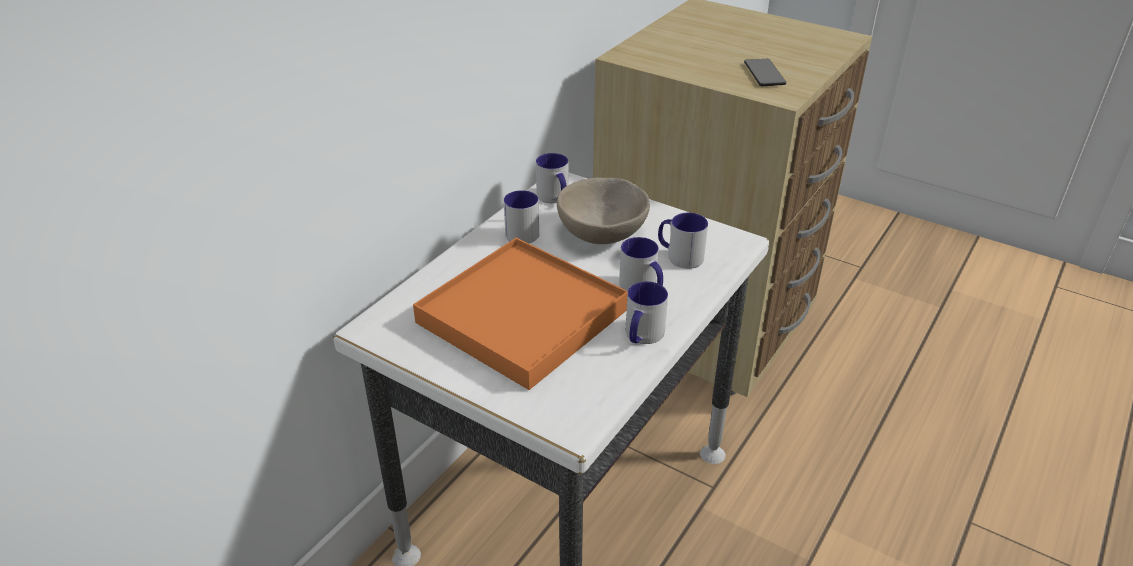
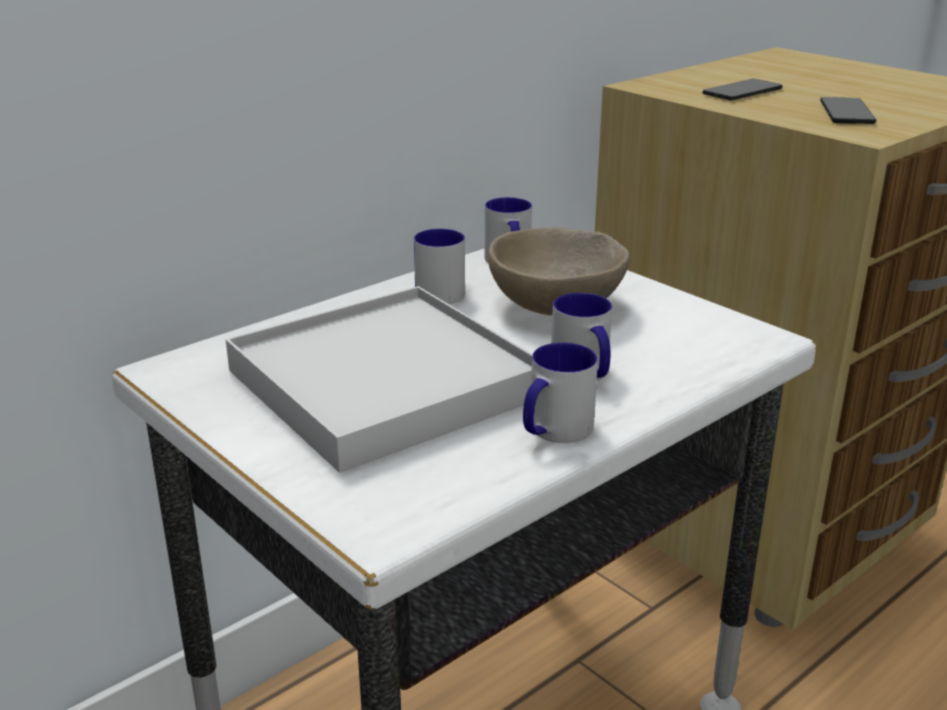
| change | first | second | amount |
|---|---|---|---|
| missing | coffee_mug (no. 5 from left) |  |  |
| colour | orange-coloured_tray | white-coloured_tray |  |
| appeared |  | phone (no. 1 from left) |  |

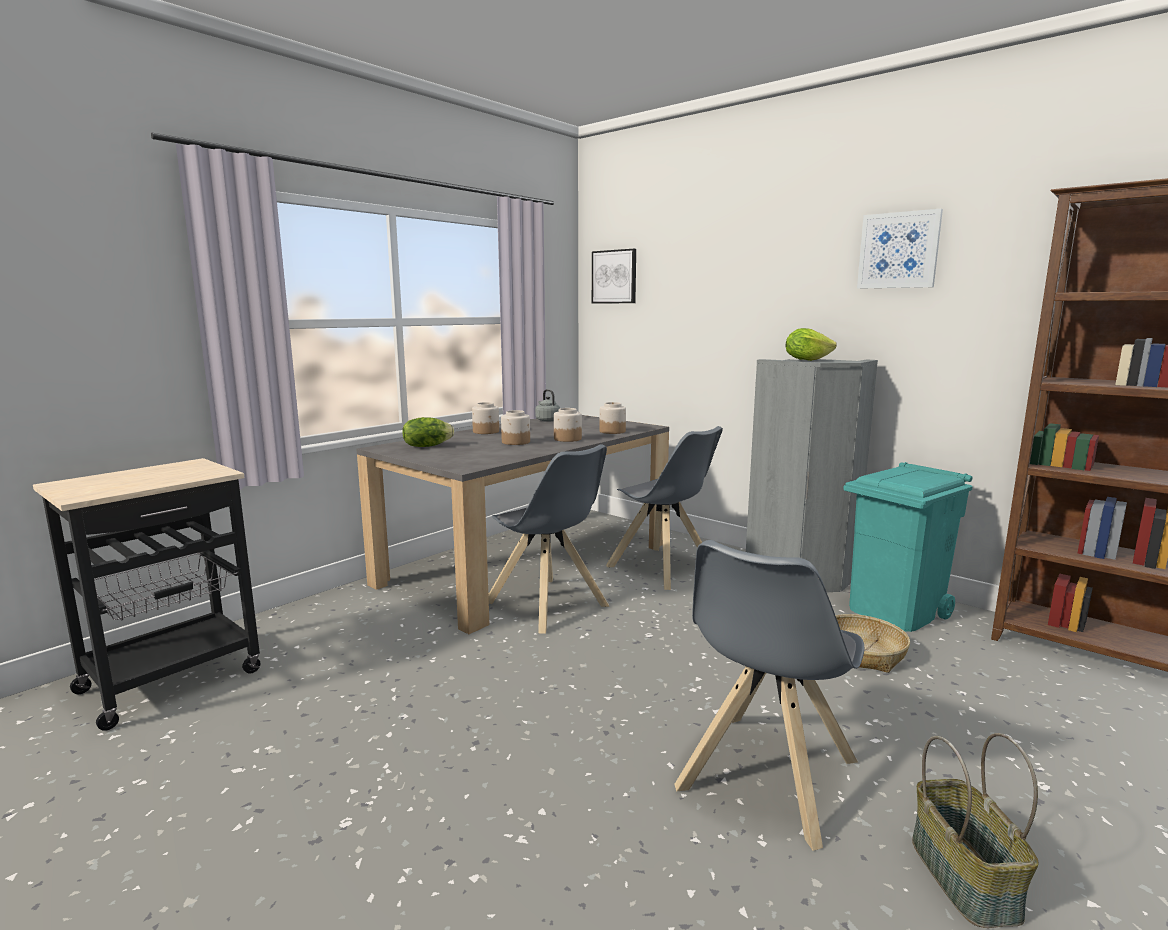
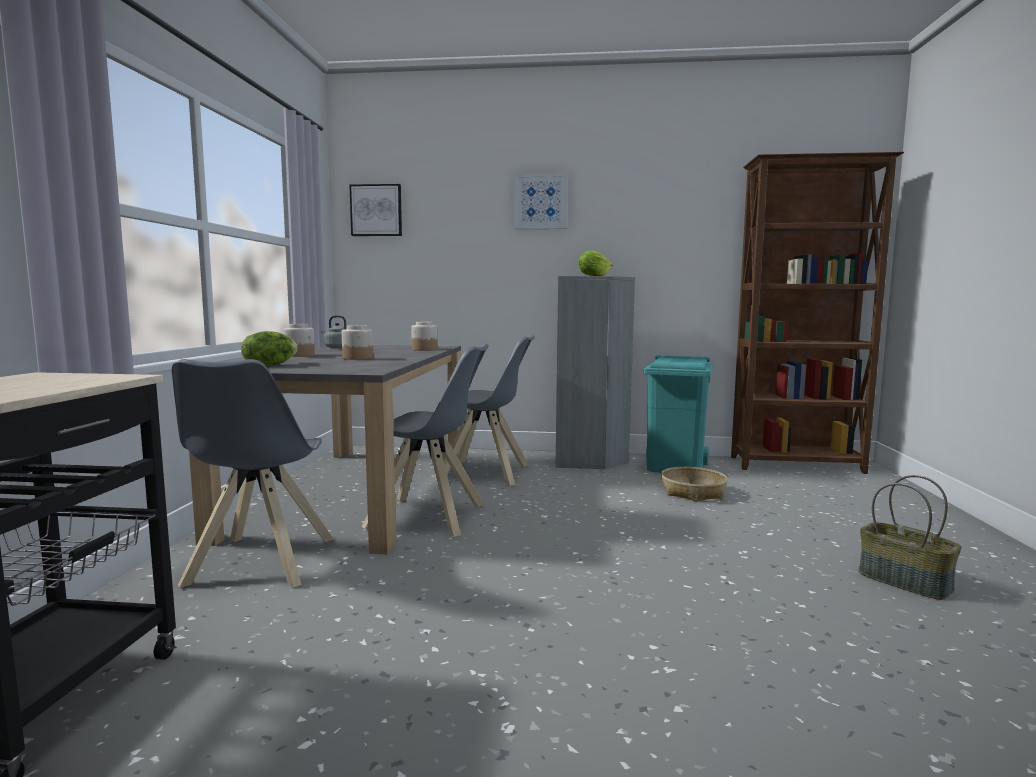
| change | first | second | amount |
|---|---|---|---|
| relocated | picture (no. 2 from left) |  |  |
| missing | storage_jar (no. 3 from left) |  |  |
| relocated | grey_upright_chair (no. 3 from left in the first image) | grey_upright_chair (no. 1 from left) |  |

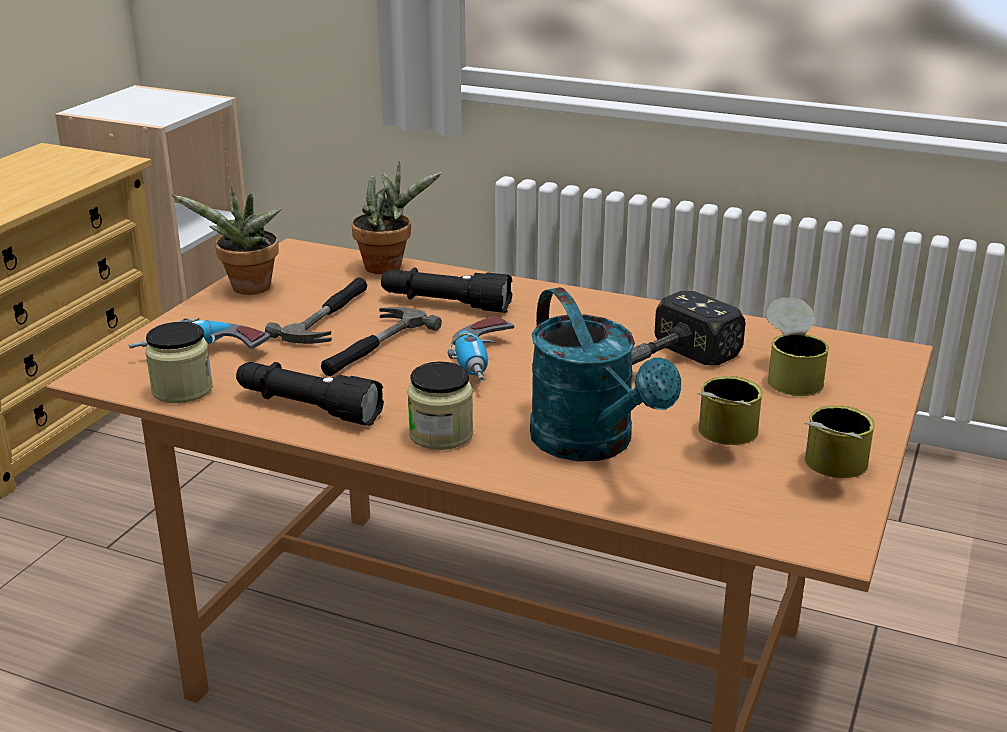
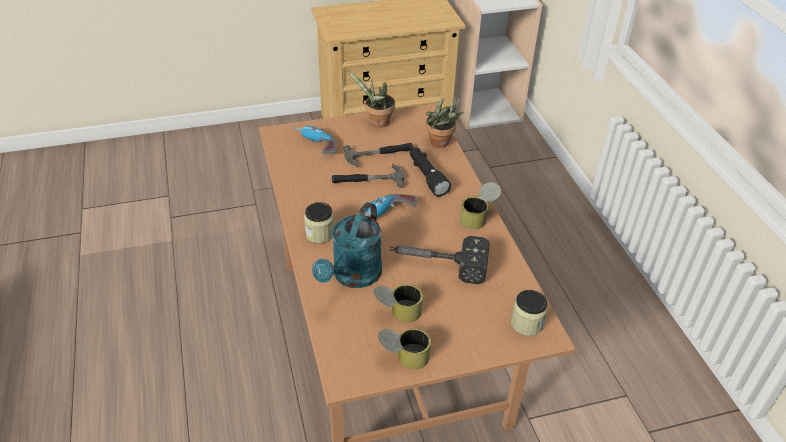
| change | first | second | amount |
|---|---|---|---|
| relocated | metal_can (no. 2 from left in the first image) | metal_can (no. 3 from left) |  |
| relocated | storage_jar (no. 1 from left in the first image) | storage_jar (no. 2 from left) |  |
| missing | black-coloured_flashlight (no. 1 from left) |  |  |

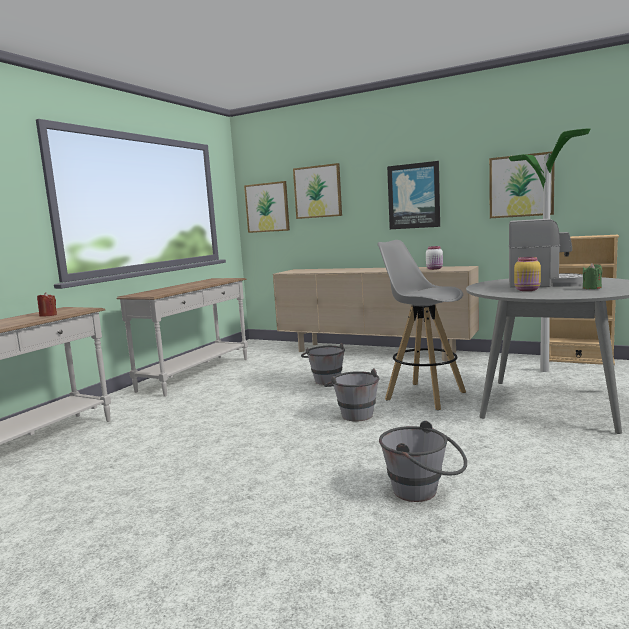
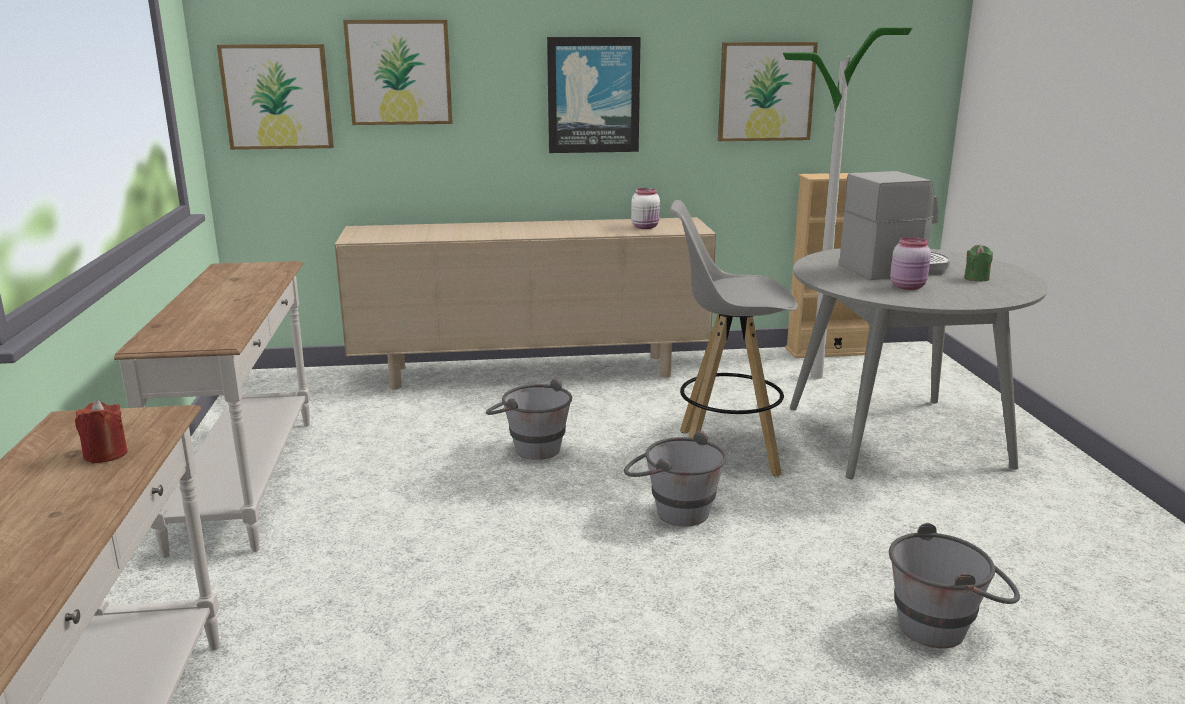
| change | first | second | amount |
|---|---|---|---|
| colour | yellow_storage_jar | pink_storage_jar |  |

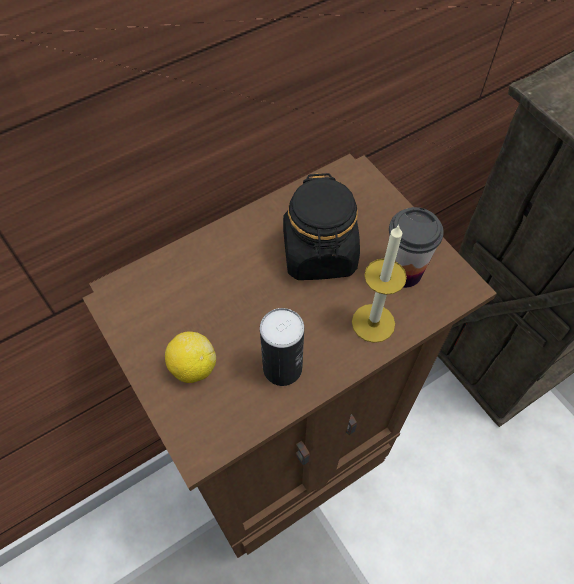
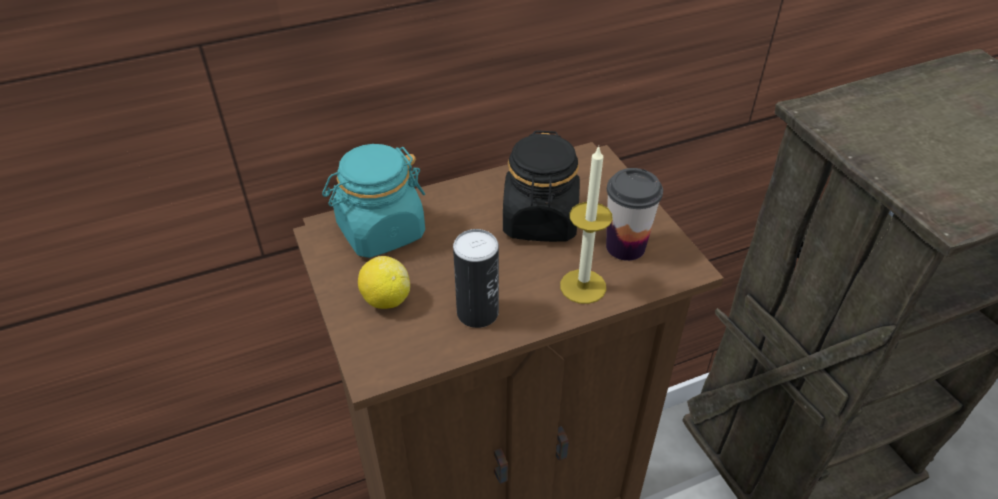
| change | first | second | amount |
|---|---|---|---|
| appeared |  | turquoise-coloured_storage_jar |  |

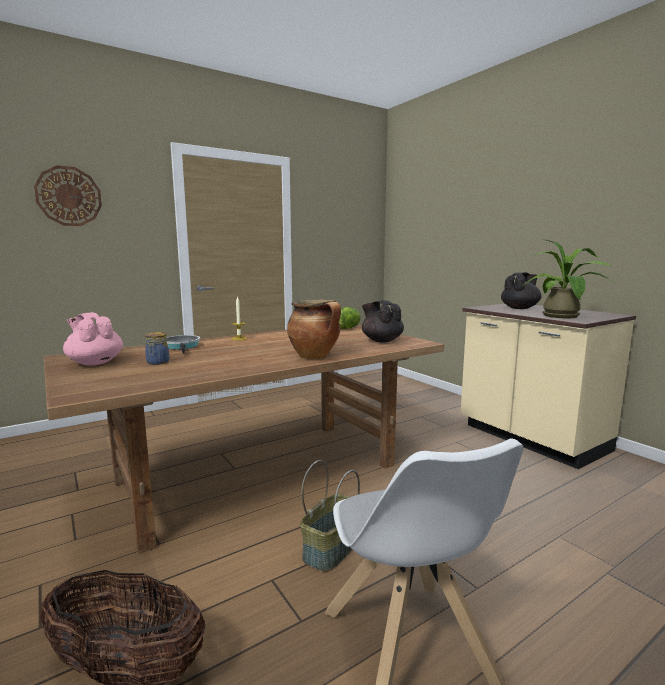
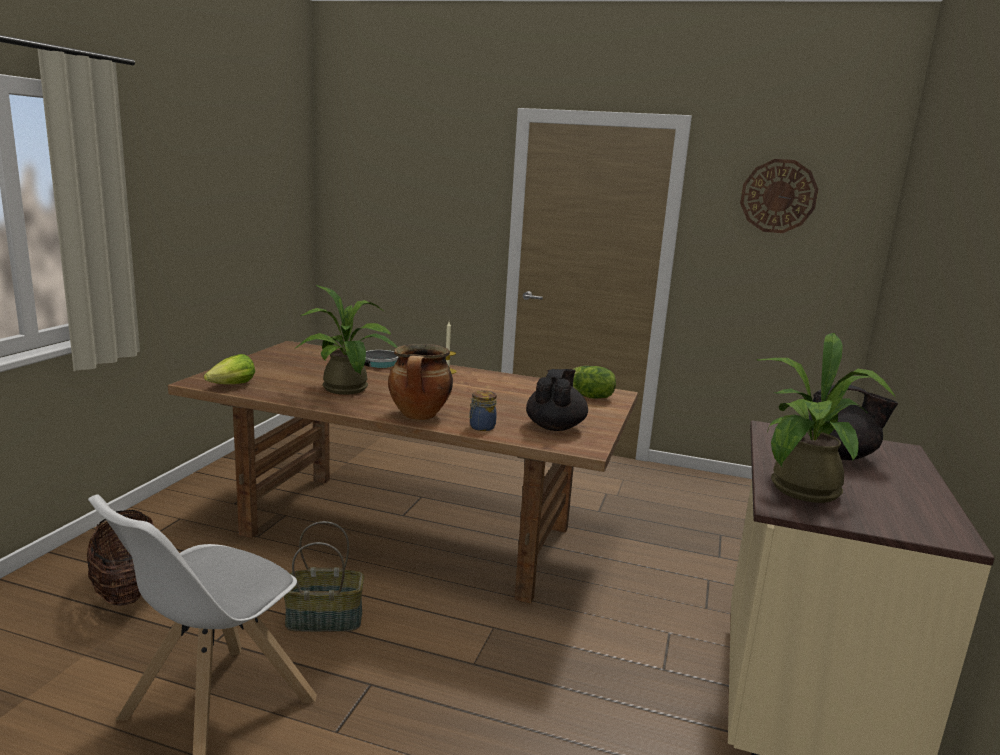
| change | first | second | amount |
|---|---|---|---|
| relocated | clock_on_the_wall |  |  |
| missing | pink_tea_pot |  |  |
| relocated | storage_jar |  |  |
| appeared |  | potted_plant (no. 1 from left) |  |
| appeared |  | lettuce_head (no. 1 from left) |  |

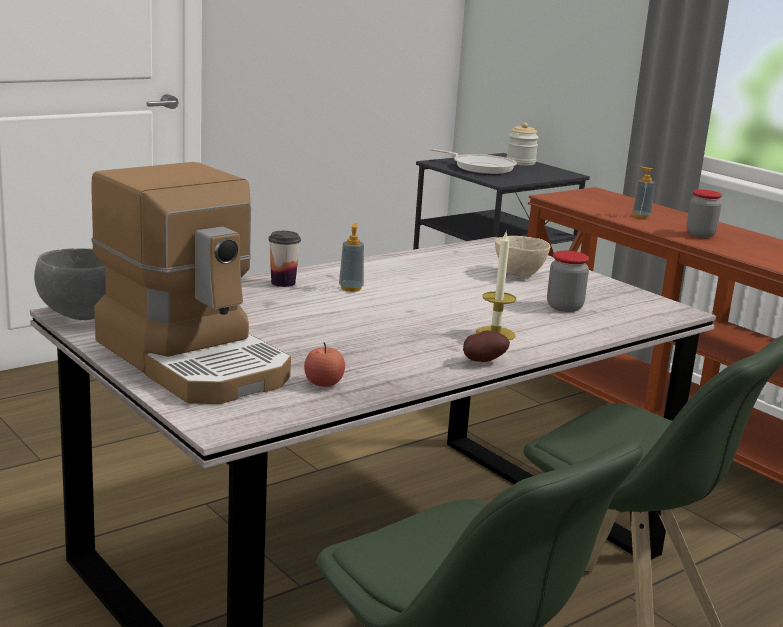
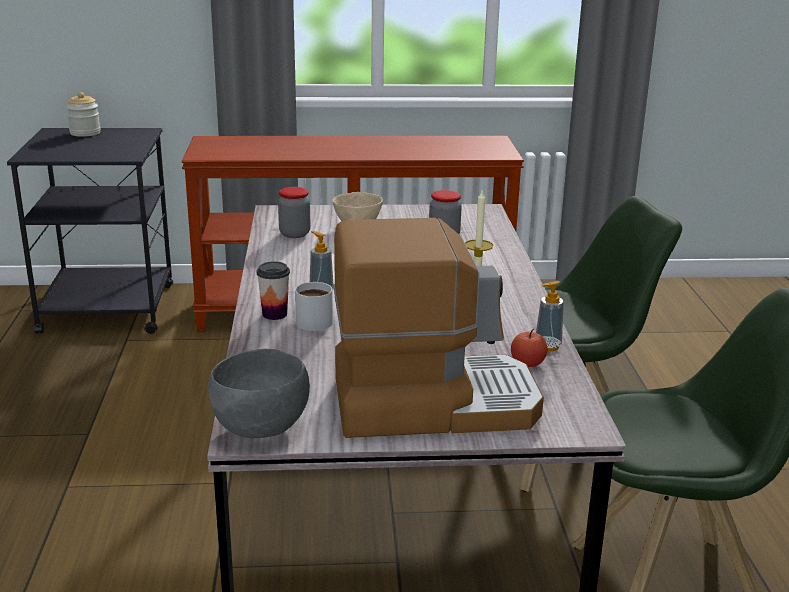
| change | first | second | amount |
|---|---|---|---|
| missing | skillet |  |  |
| relocated | soap_dispenser (no. 2 from left) |  |  |
| relocated | storage_jar (no. 3 from left in the first image) | storage_jar (no. 2 from left) |  |
| missing | potato |  |  |
| appeared |  | white-coloured_coffee_mug |  |

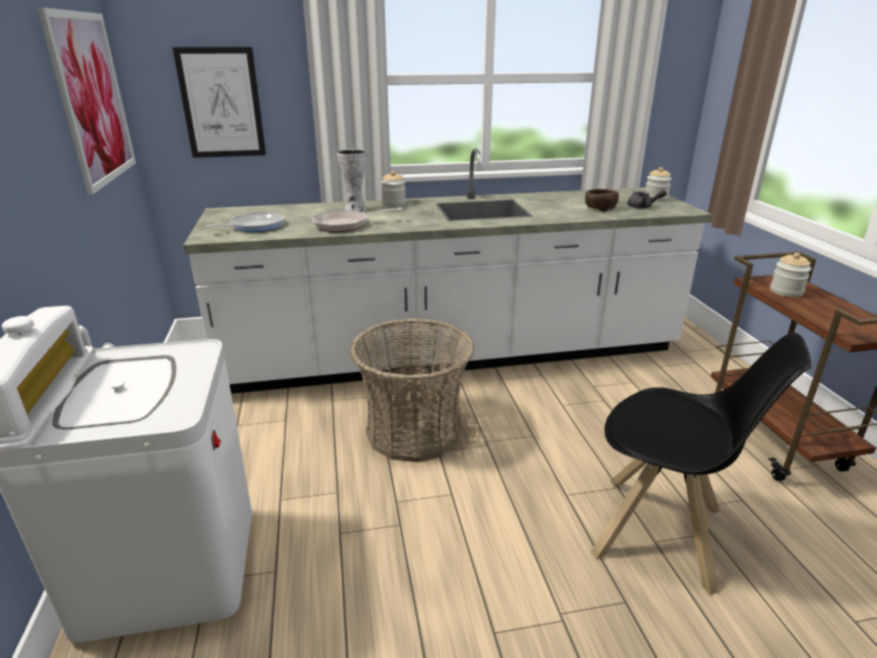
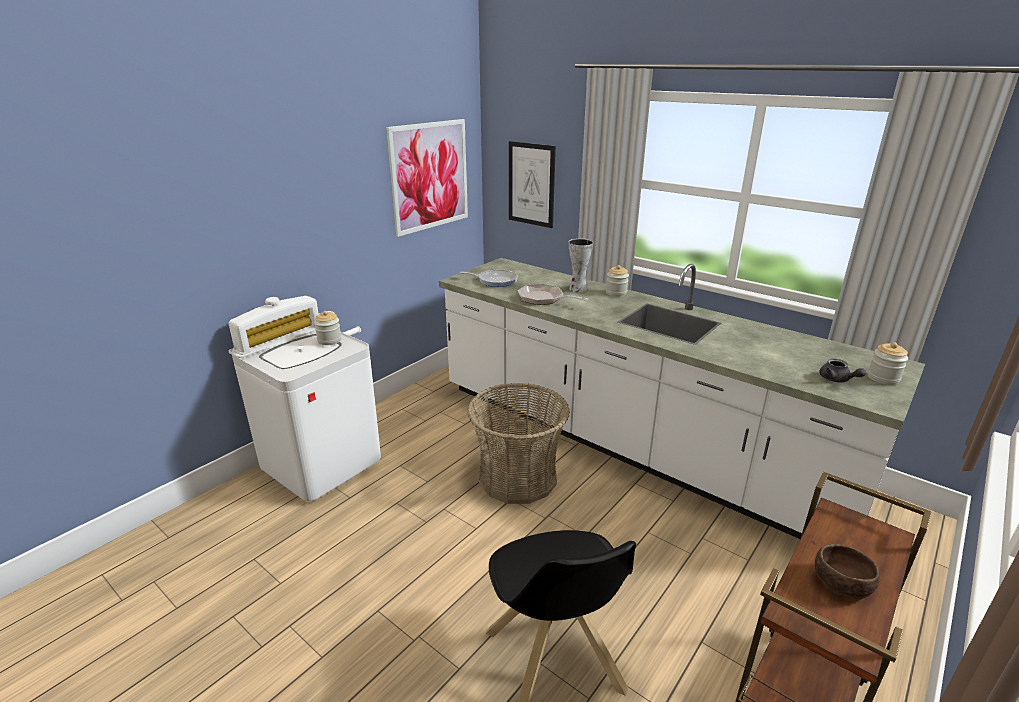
| change | first | second | amount |
|---|---|---|---|
| relocated | brown_bowl |  |  |
| relocated | storage_jar (no. 3 from left in the first image) | storage_jar (no. 1 from left) |  |

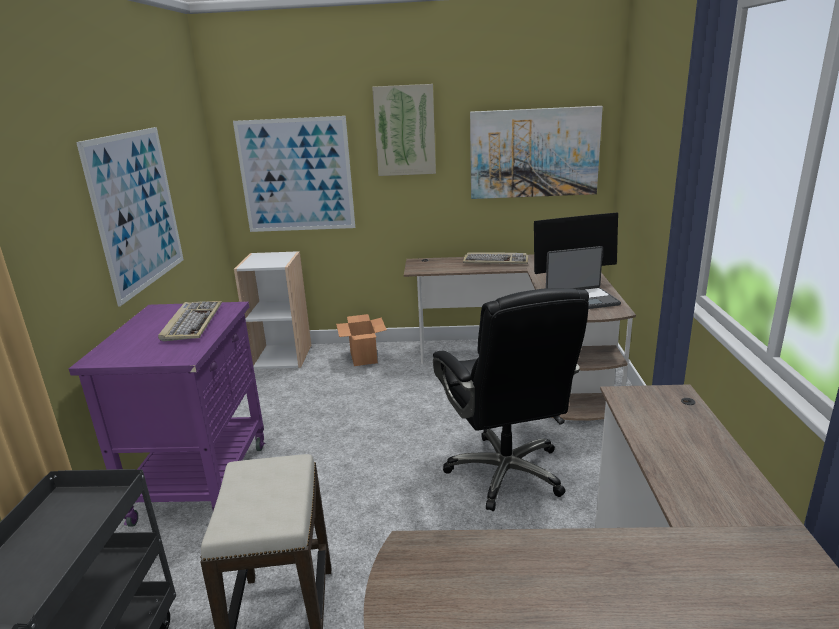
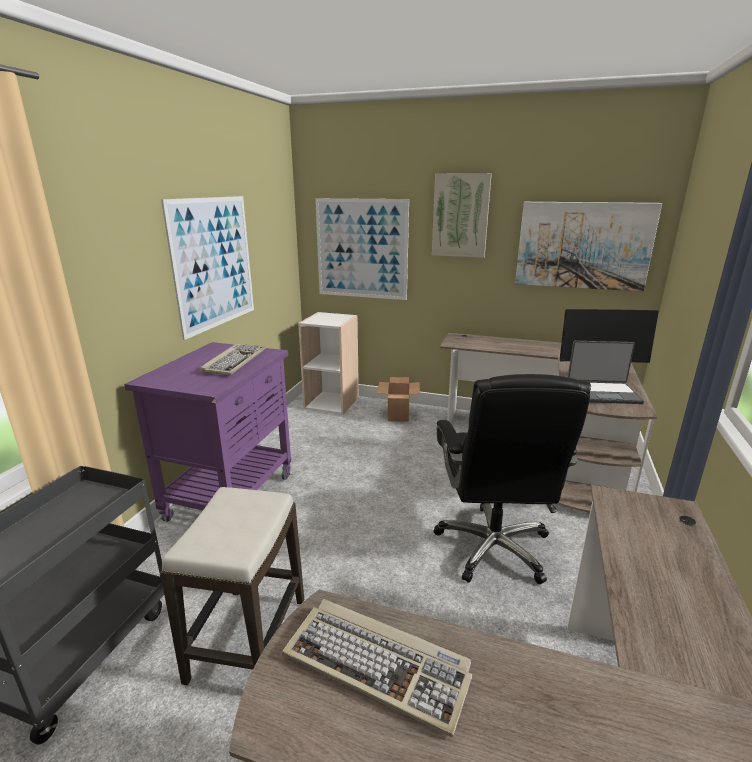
| change | first | second | amount |
|---|---|---|---|
| relocated | computer_keyboard (no. 2 from left) |  |  |

